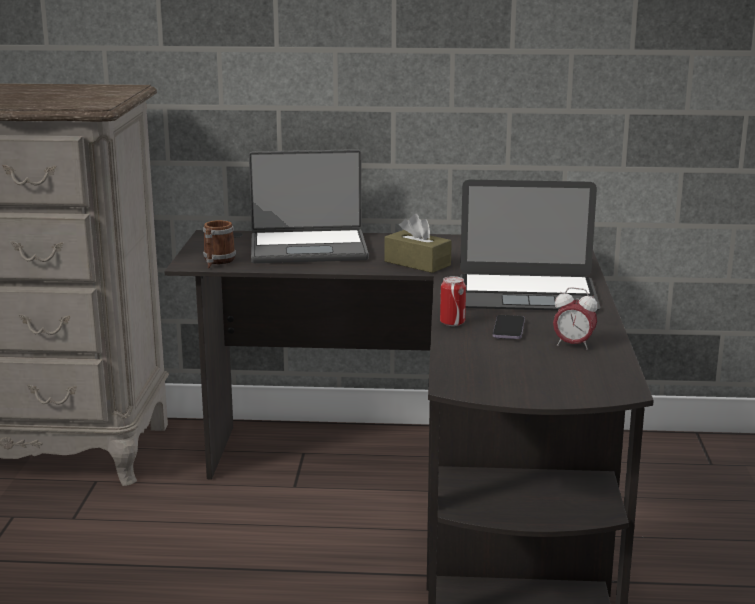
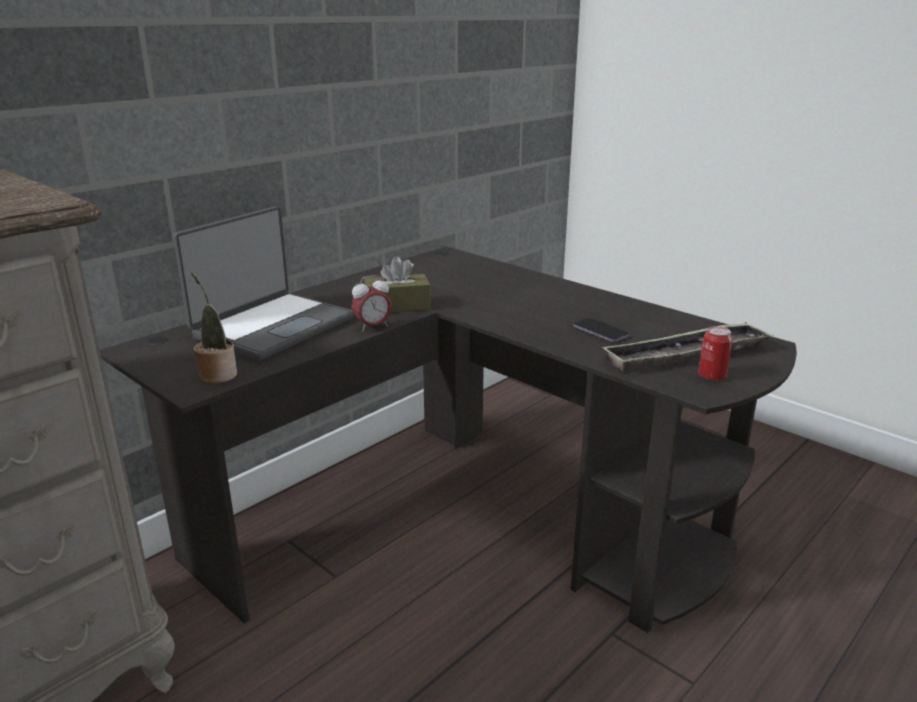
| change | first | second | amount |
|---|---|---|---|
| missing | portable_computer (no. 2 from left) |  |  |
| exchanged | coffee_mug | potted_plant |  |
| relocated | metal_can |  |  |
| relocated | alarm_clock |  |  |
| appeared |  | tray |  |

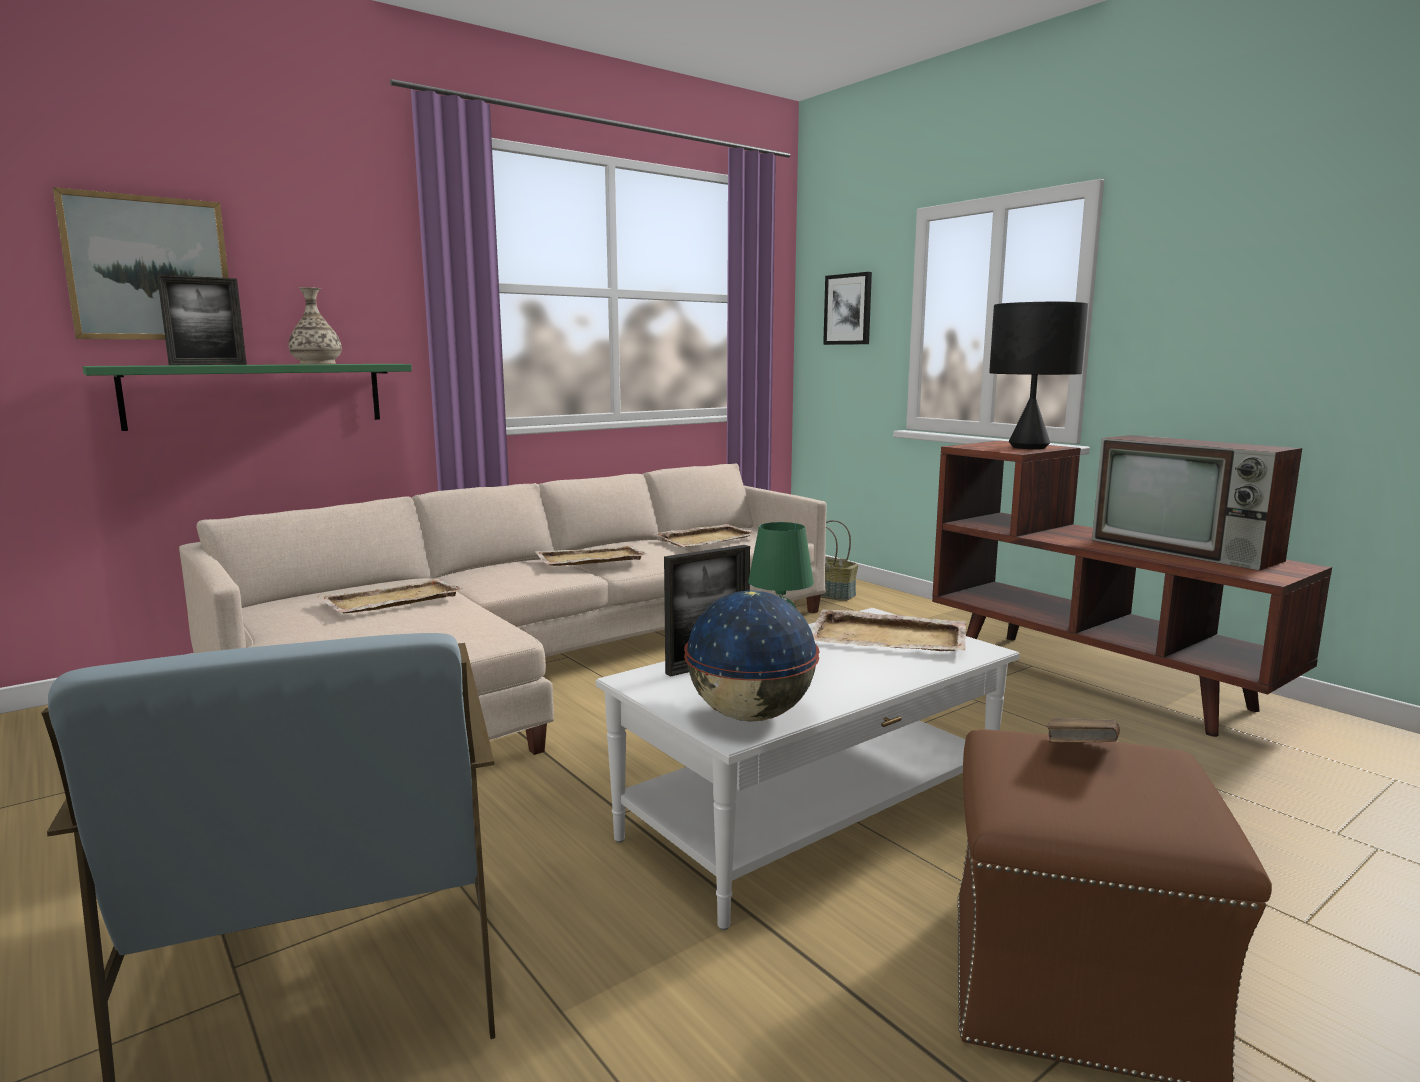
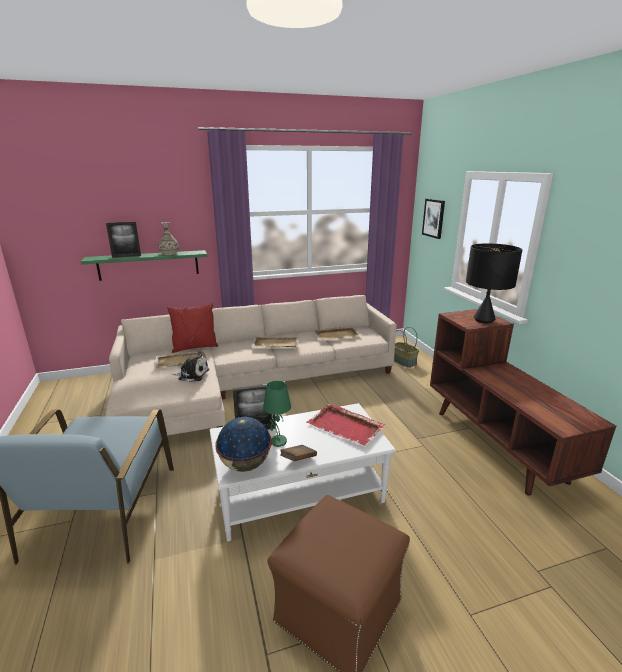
| change | first | second | amount |
|---|---|---|---|
| missing | picture (no. 1 from left) |  |  |
| missing | TV_set |  |  |
| colour | sand-coloured_tray (no. 4 from left) | red-coloured_tray |  |
| relocated | brown_bound_book |  |  |
| appeared |  | red-coloured_pillow |  |
| appeared |  | cuddly_toy |  |

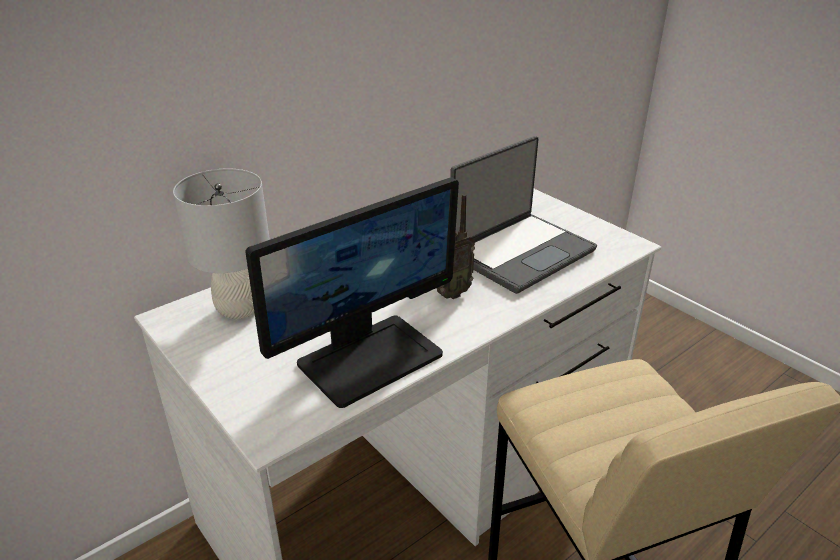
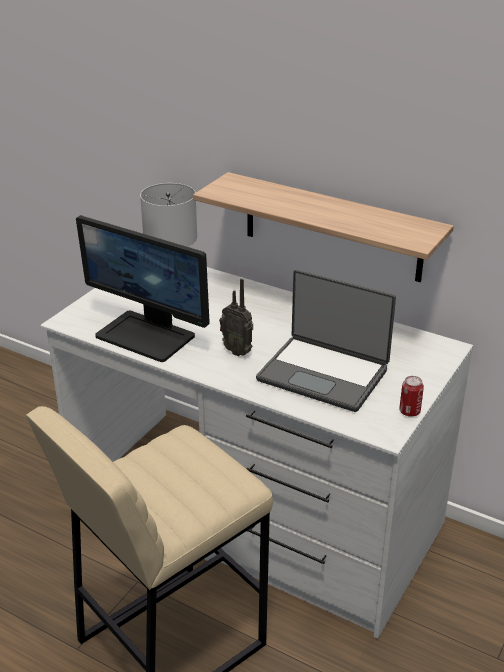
| change | first | second | amount |
|---|---|---|---|
| appeared |  | wall_shelf |  |
| appeared |  | metal_can |  |

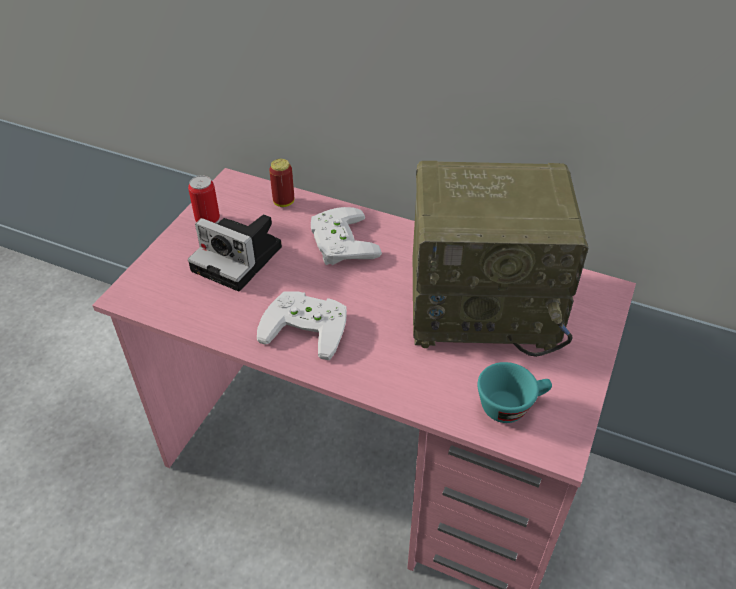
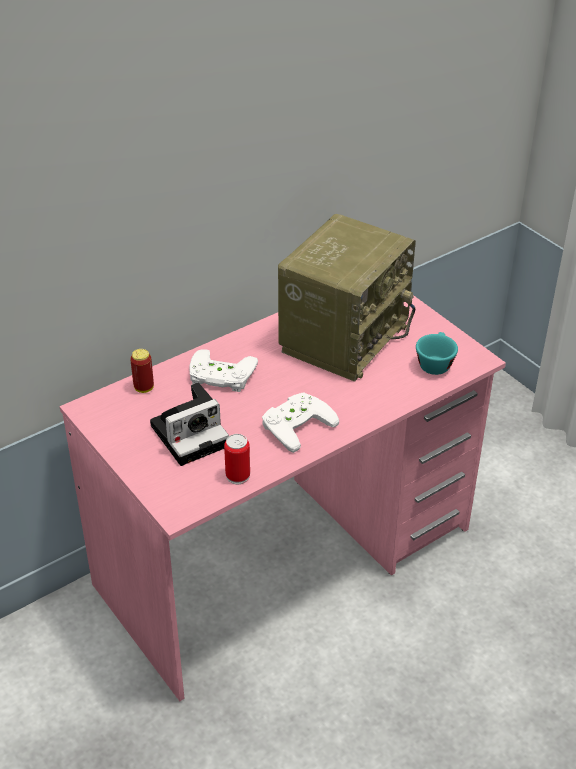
| change | first | second | amount |
|---|---|---|---|
| relocated | metal_can (no. 1 from left in the first image) | metal_can (no. 2 from left) |  |

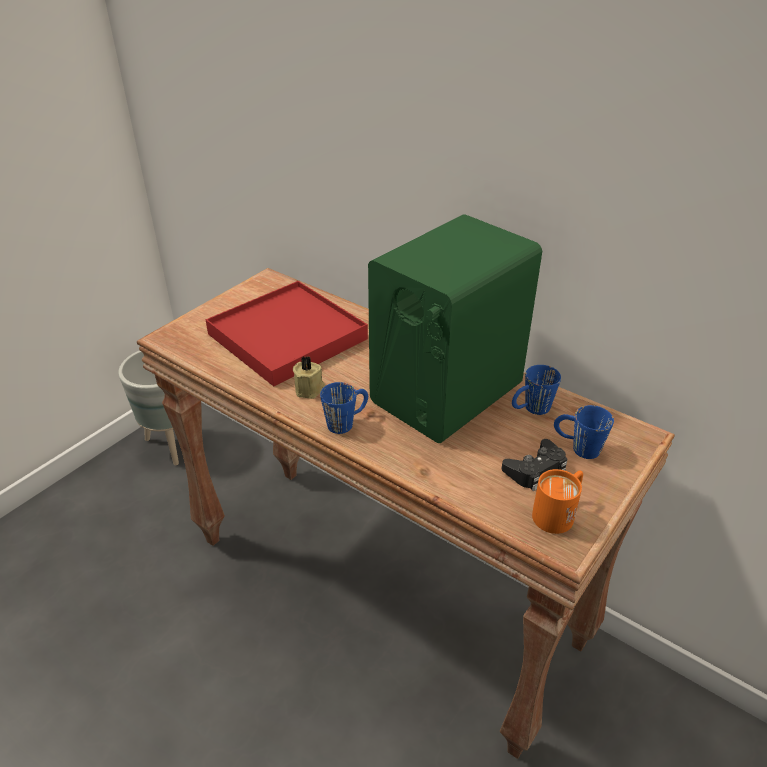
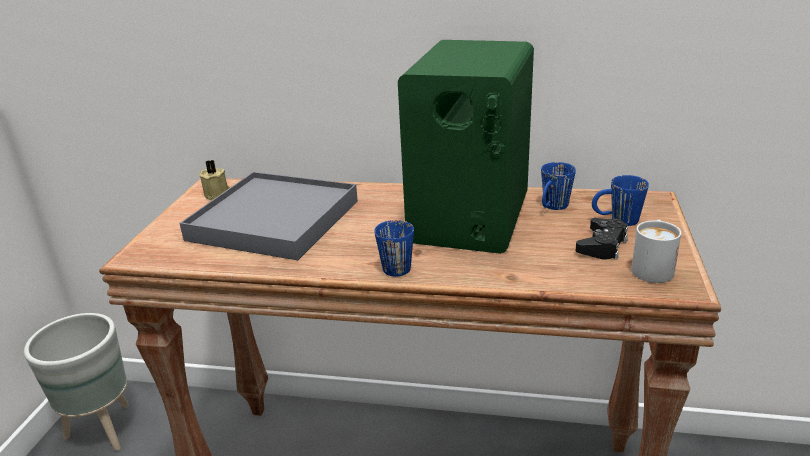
| change | first | second | amount |
|---|---|---|---|
| colour | red-coloured_tray | grey_tray |  |
| relocated | sand-coloured_candle |  |  |
| colour | orange-coloured_coffee_mug | white-coloured_coffee_mug |  |

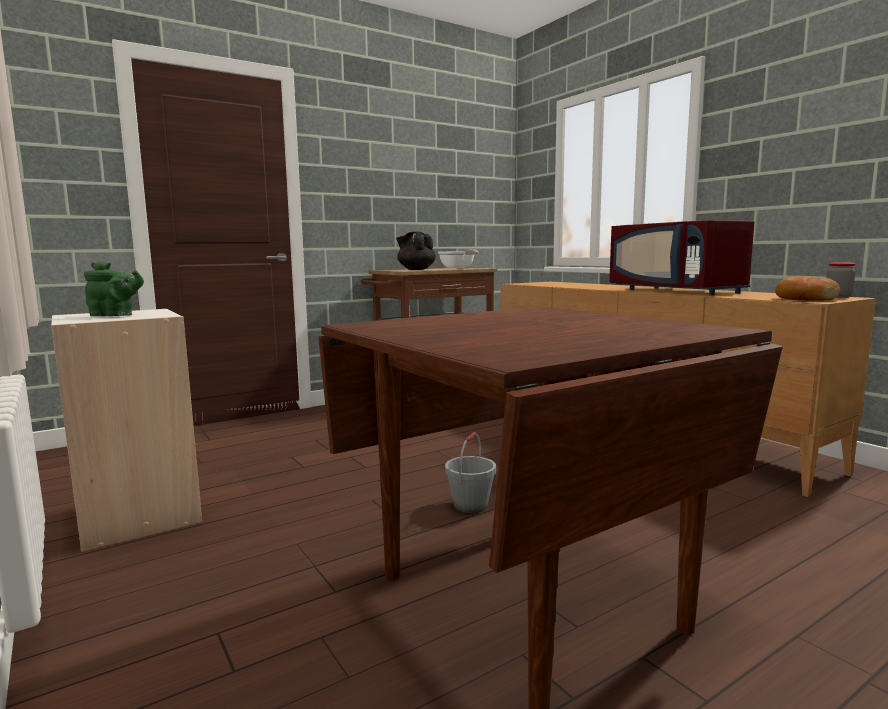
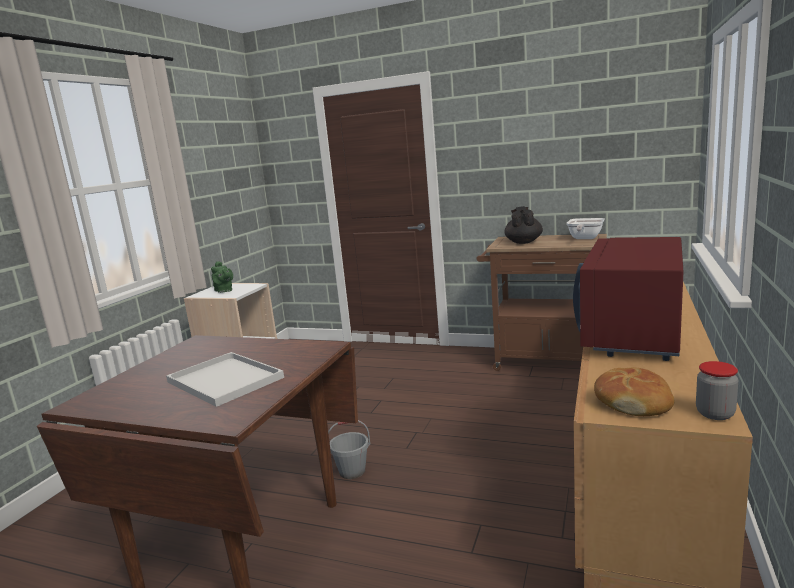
| change | first | second | amount |
|---|---|---|---|
| appeared |  | white-coloured_tray |  |

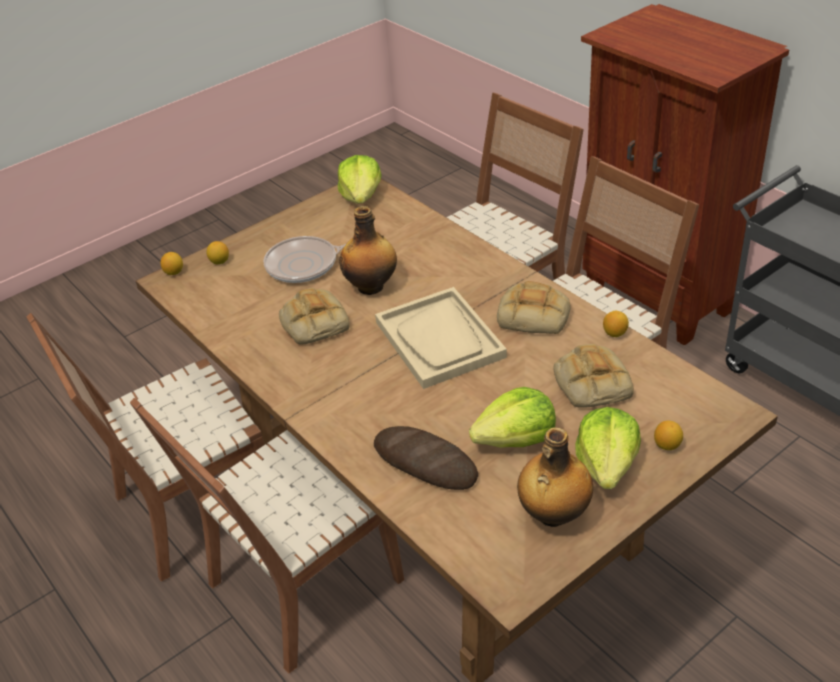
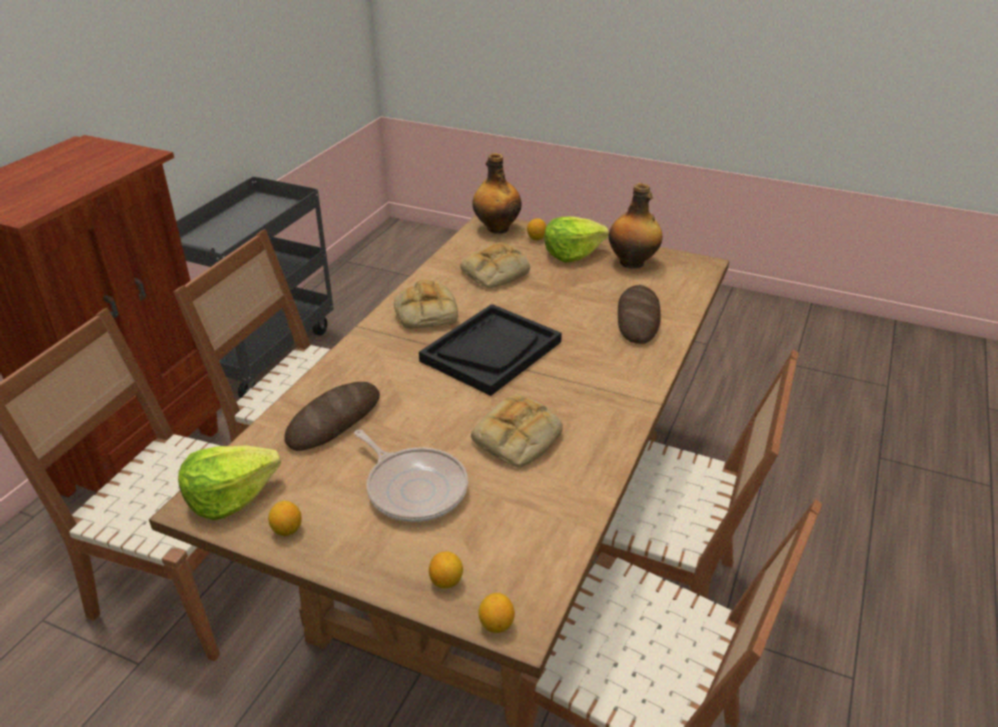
| change | first | second | amount |
|---|---|---|---|
| relocated | drink_bottle (no. 1 from left) |  |  |
| colour | sand-coloured_tray | black-coloured_tray |  |
| relocated | whole_lemon (no. 3 from left in the first image) | whole_lemon (no. 1 from left) |  |
| missing | lettuce_head (no. 2 from left) |  |  |
| appeared |  | baked_bread (no. 1 from left) |  |

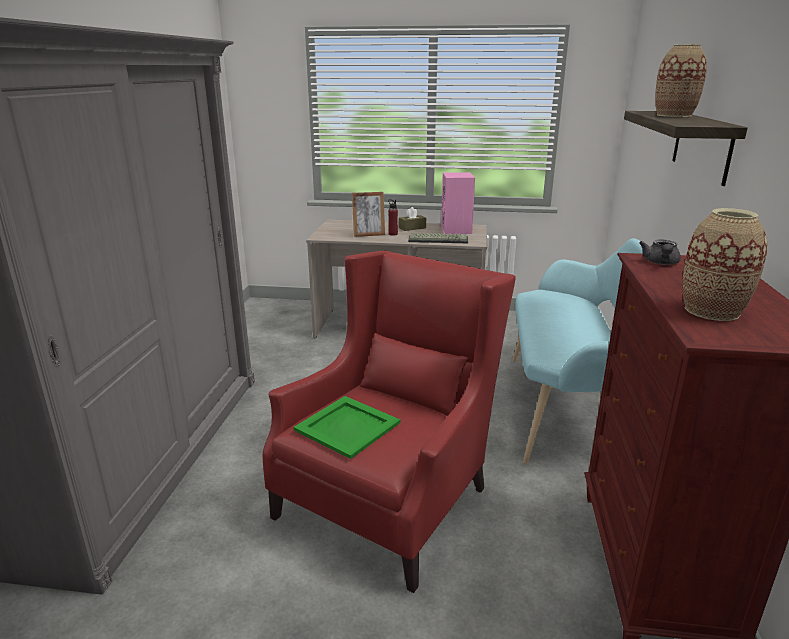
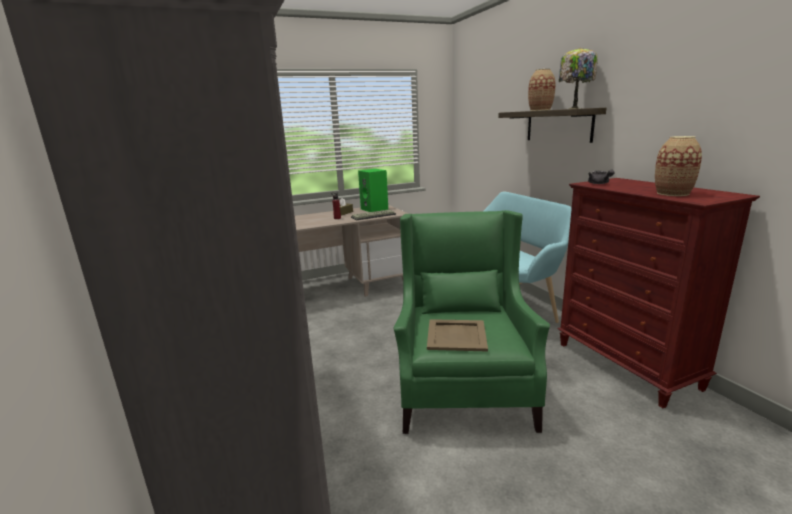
| change | first | second | amount |
|---|---|---|---|
| colour | pink_loudspeaker | green-coloured_loudspeaker |  |
| missing | picture_frame |  |  |
| colour | red-coloured_lounge_chair | green-coloured_lounge_chair |  |
| colour | green-coloured_tray | sand-coloured_tray |  |
| appeared |  | lamp_for_a_table |  |

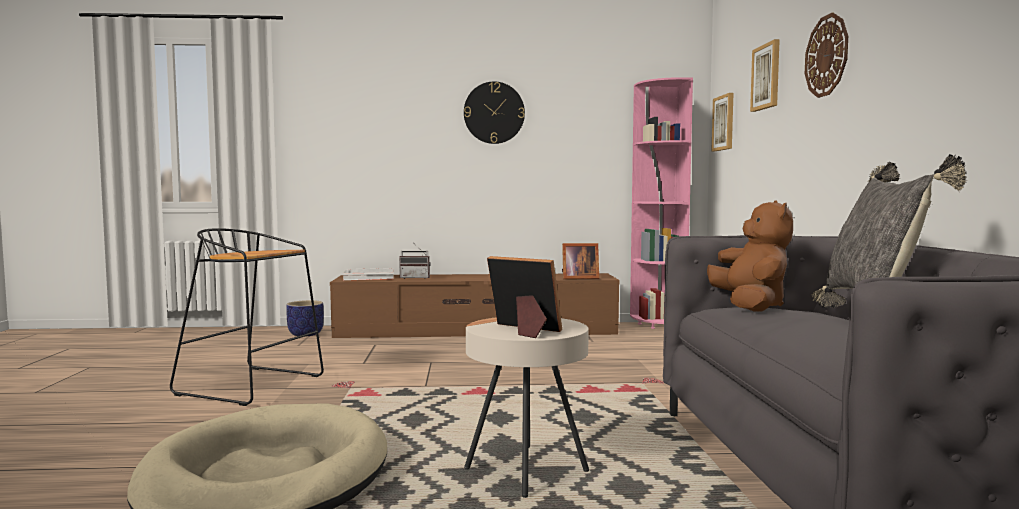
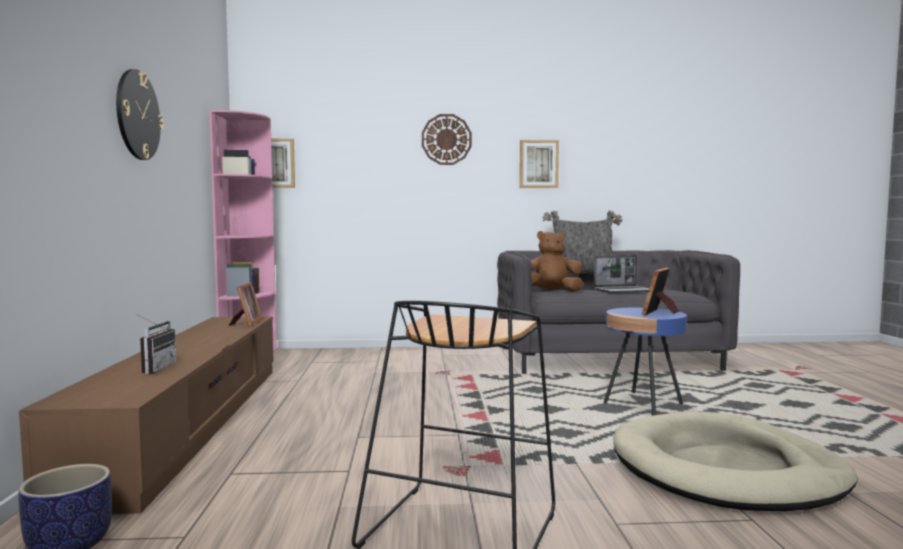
| change | first | second | amount |
|---|---|---|---|
| relocated | picture (no. 2 from left) |  |  |
| missing | white-coloured_tray |  |  |
| colour | sand-coloured_end_table | bluish_end_table |  |
| appeared |  | portable_computer |  |

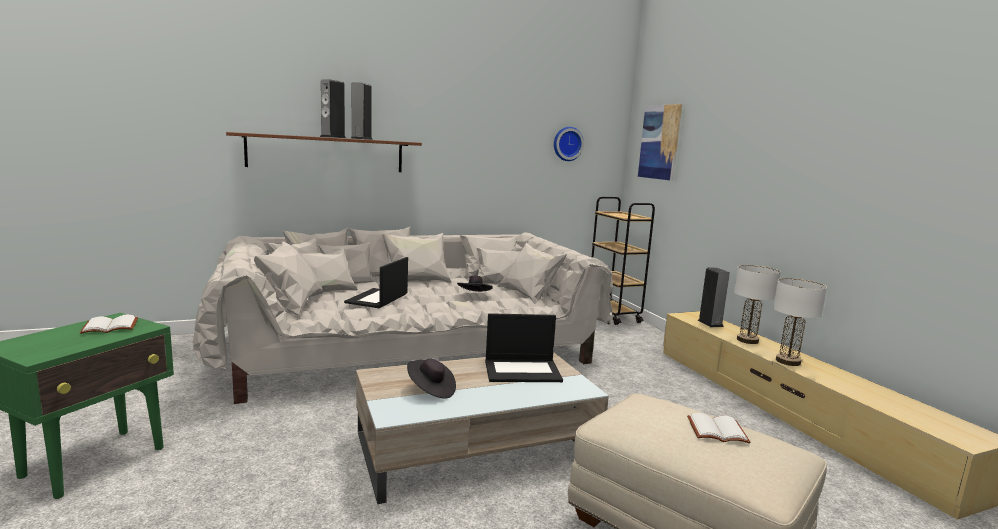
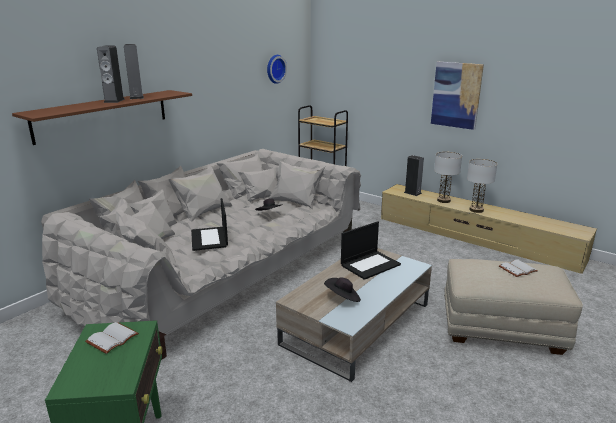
| change | first | second | amount |
|---|---|---|---|
| relocated | picture |  |  |

